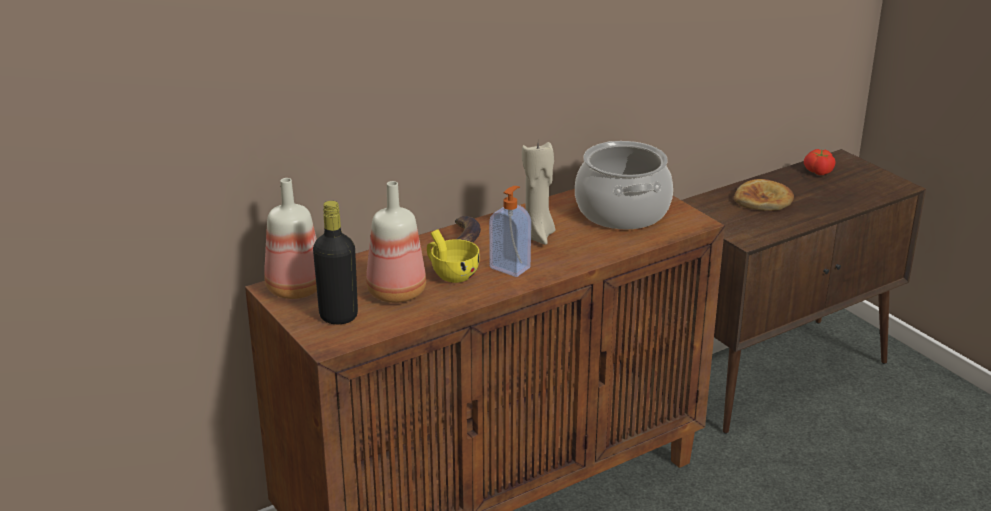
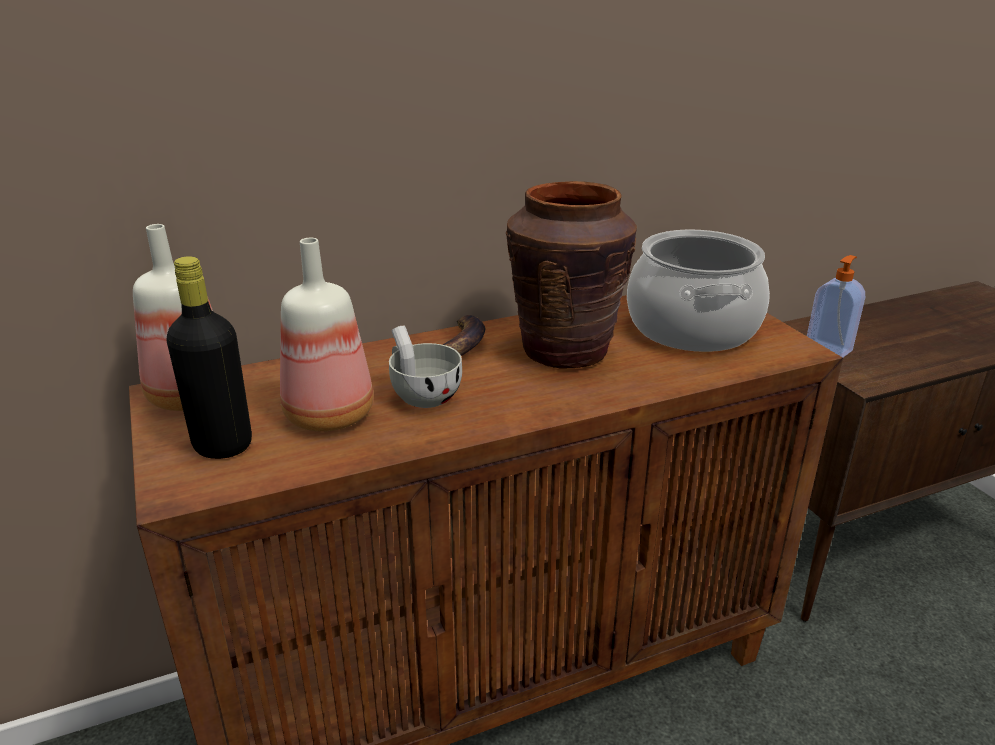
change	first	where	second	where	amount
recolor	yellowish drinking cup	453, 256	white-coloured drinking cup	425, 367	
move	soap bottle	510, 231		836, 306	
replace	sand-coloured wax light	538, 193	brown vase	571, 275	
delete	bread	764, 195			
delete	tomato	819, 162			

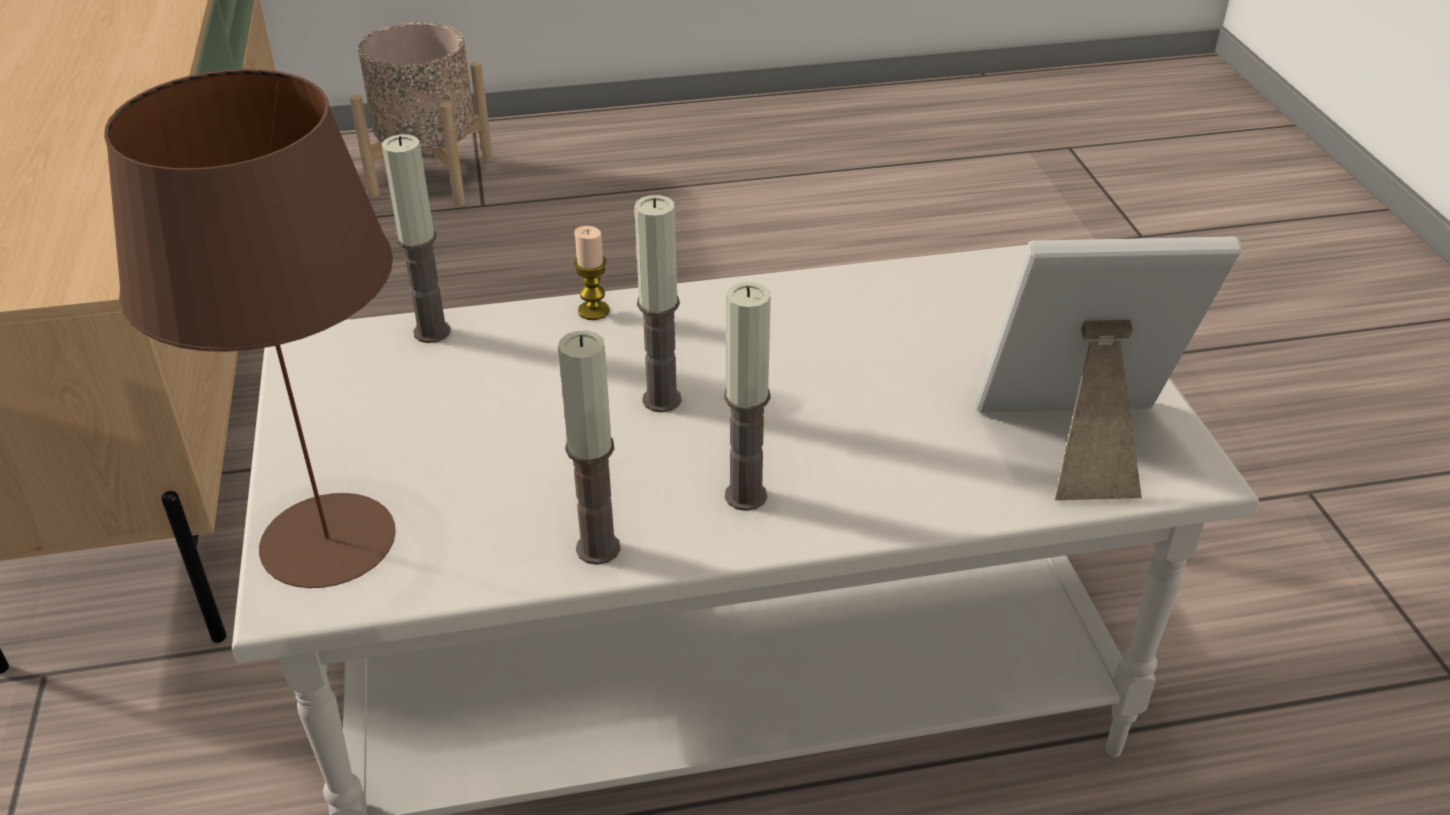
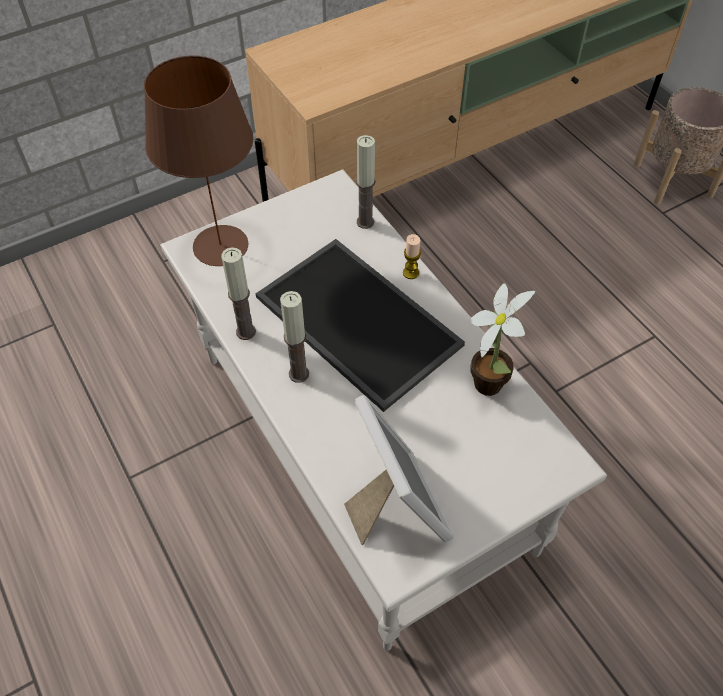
change	first	where	second	where	amount
replace	wax light	658, 304	tray	360, 325	
insert			potted plant	502, 339	

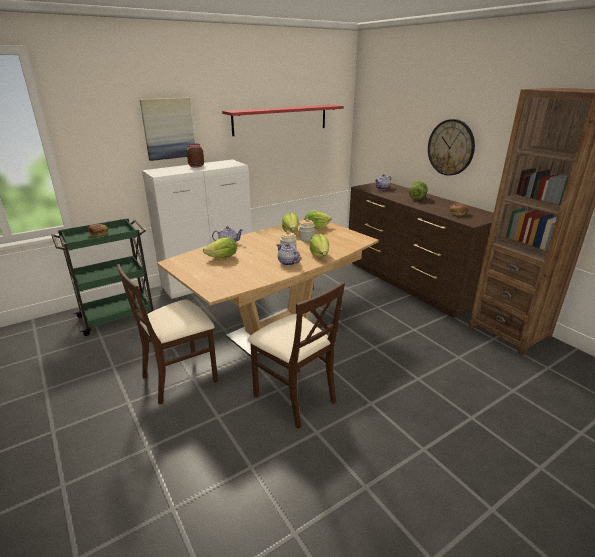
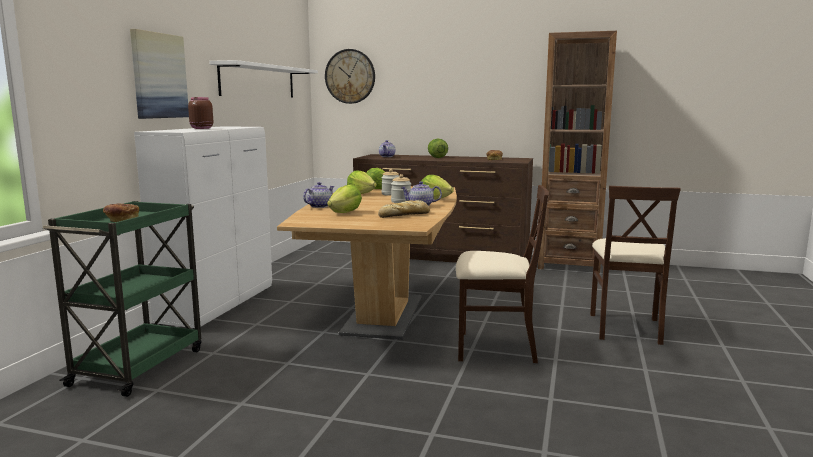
change	first	where	second	where	amount
move	sand-coloured chair	167, 334		635, 265	
recolor	reddish wall shelf	283, 120	white-coloured wall shelf	263, 79	
move	hanging clock	451, 147		350, 76	
insert			bread	404, 209	

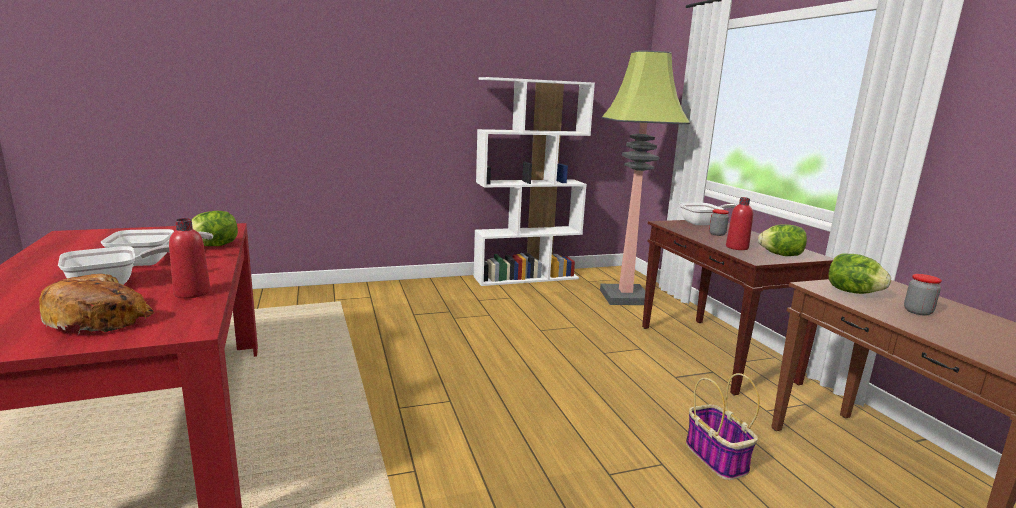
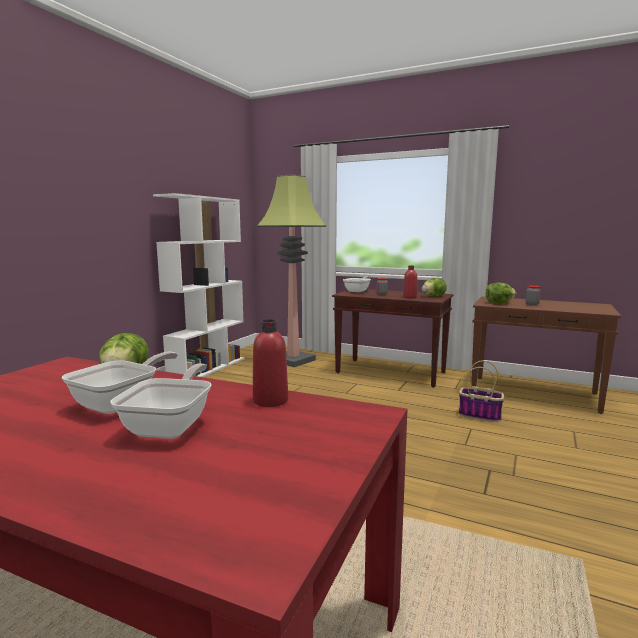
change	first	where	second	where	amount
delete	bread	96, 304			

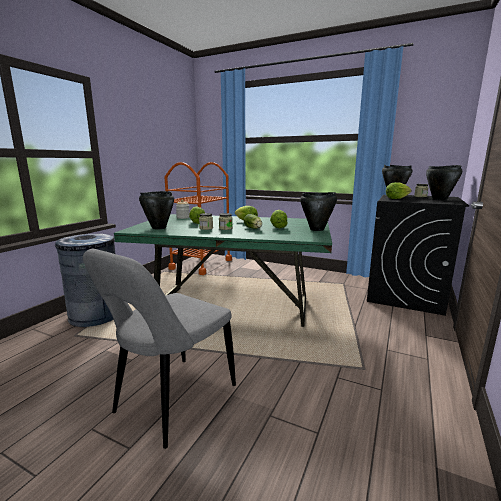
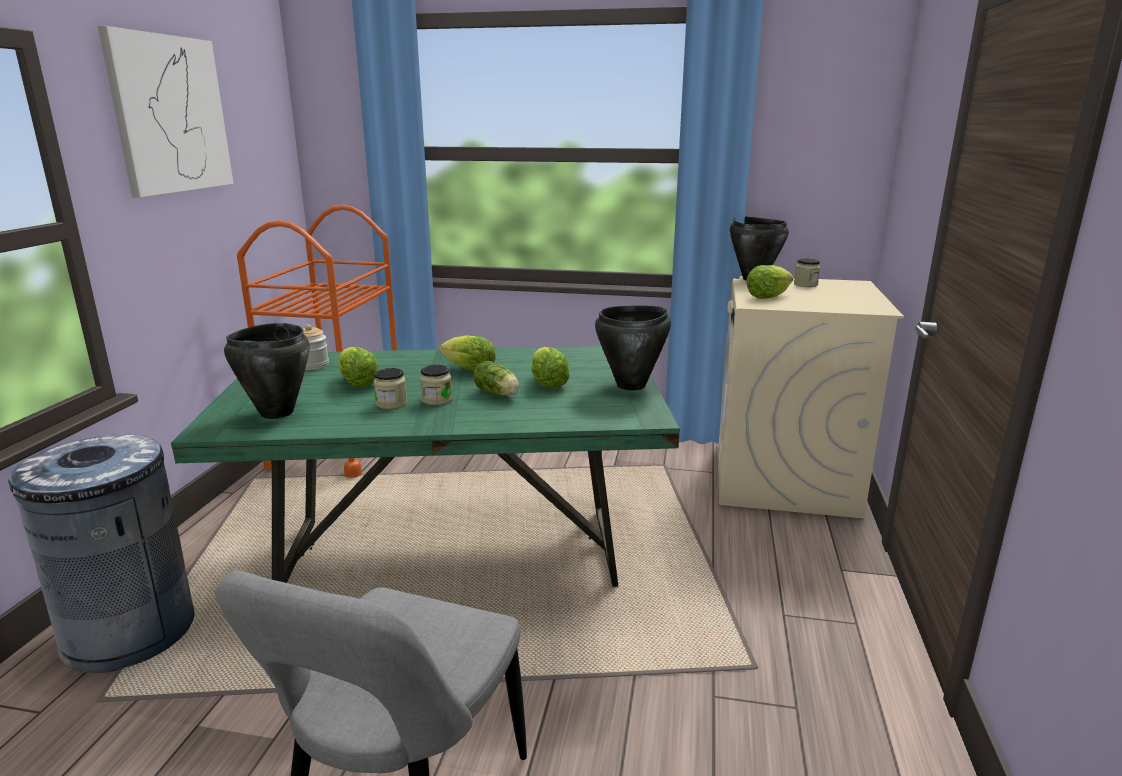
change	first	where	second	where	amount
recolor	black laundry appliance	418, 255	sand-coloured laundry appliance	811, 397	
delete	black cooking pot	444, 182			
insert			wall art	166, 112	

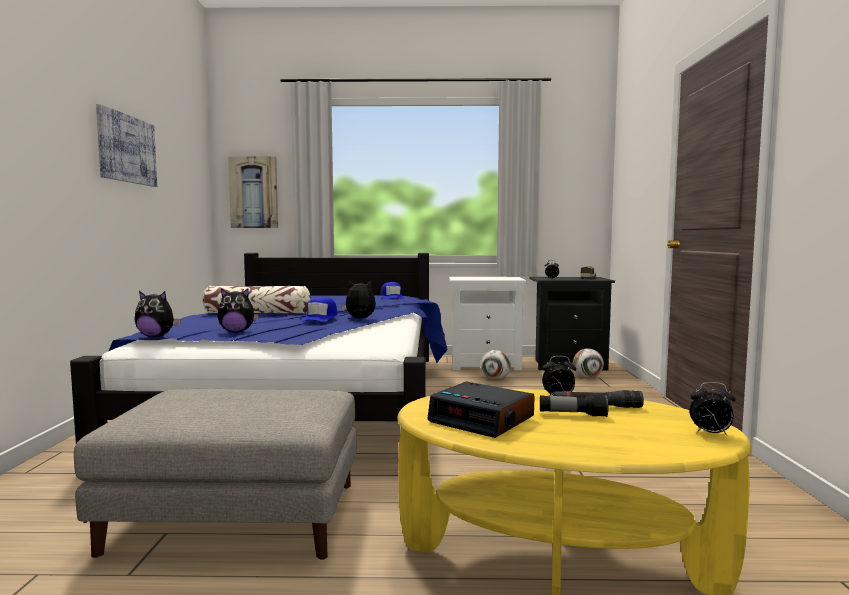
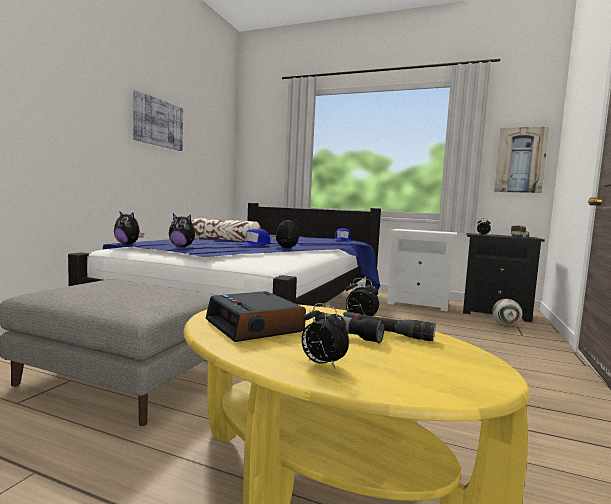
change	first	where	second	where	amount
move	wall art	253, 192		521, 160	
delete	football ball	496, 365			
move	table clock	712, 408		325, 336	

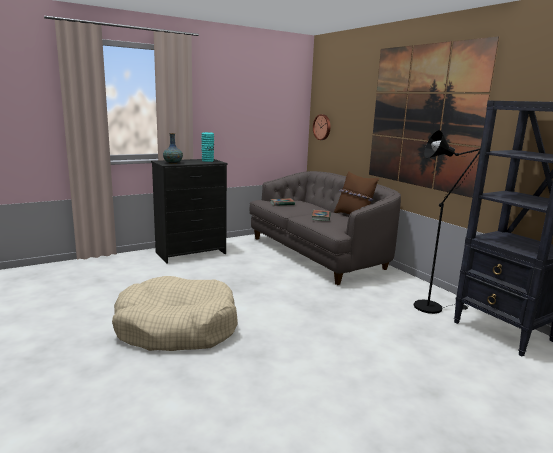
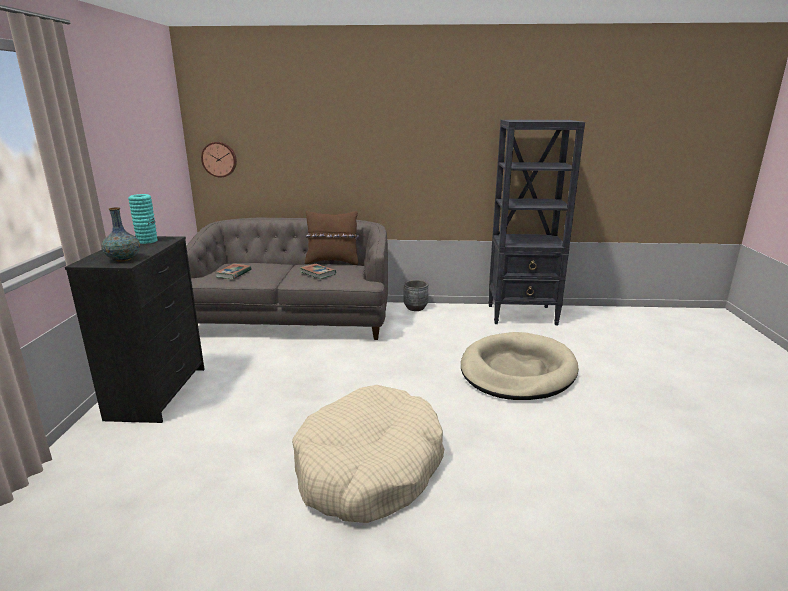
change	first	where	second	where	amount
delete	wall art	434, 117			
delete	black floor lamp	447, 222			
insert			gray flower pot	415, 295	
insert			sand-coloured pet bed	520, 366	

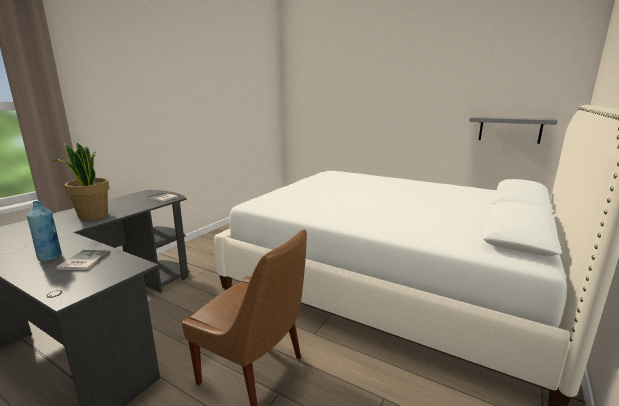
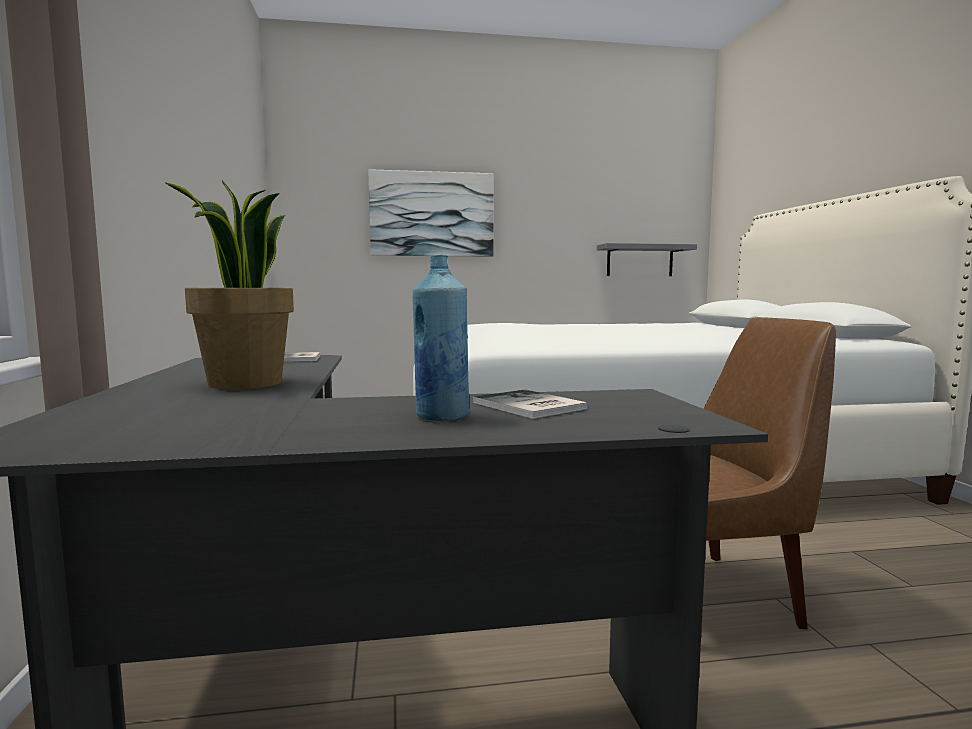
change	first	where	second	where	amount
insert			wall art	431, 213	

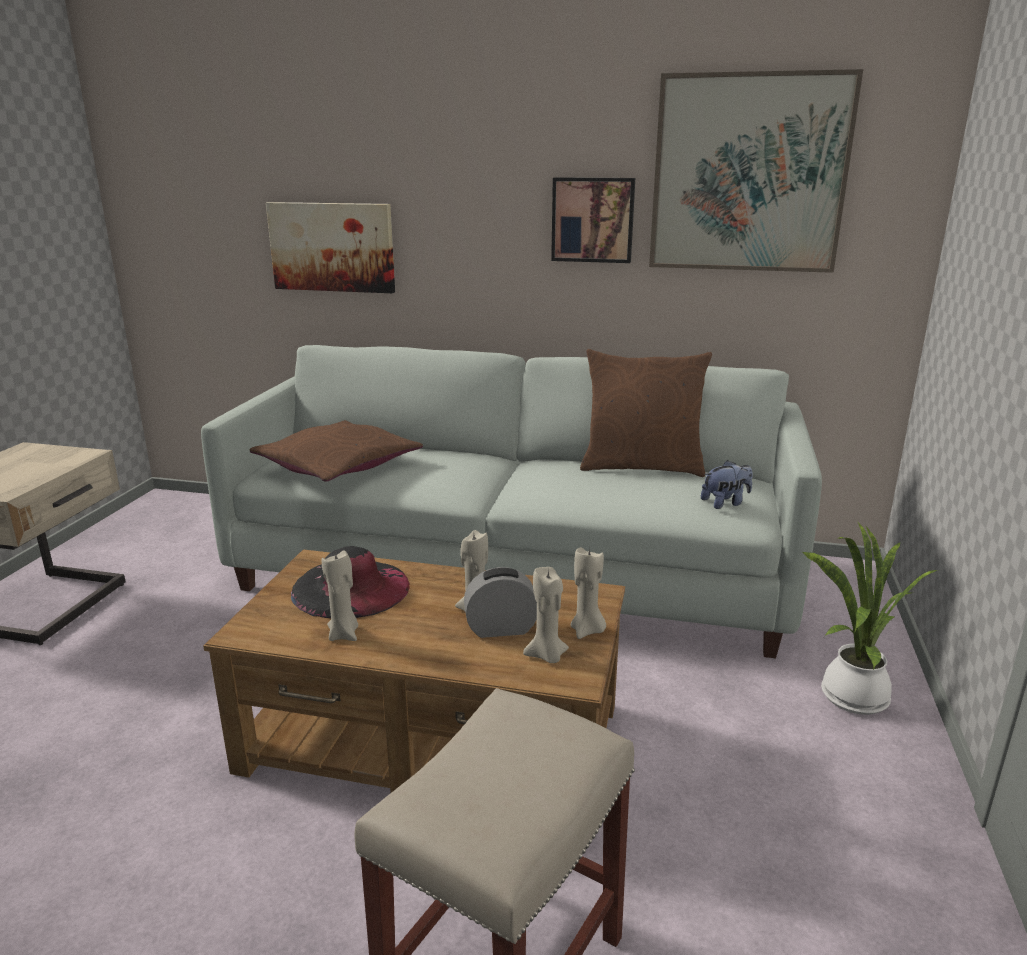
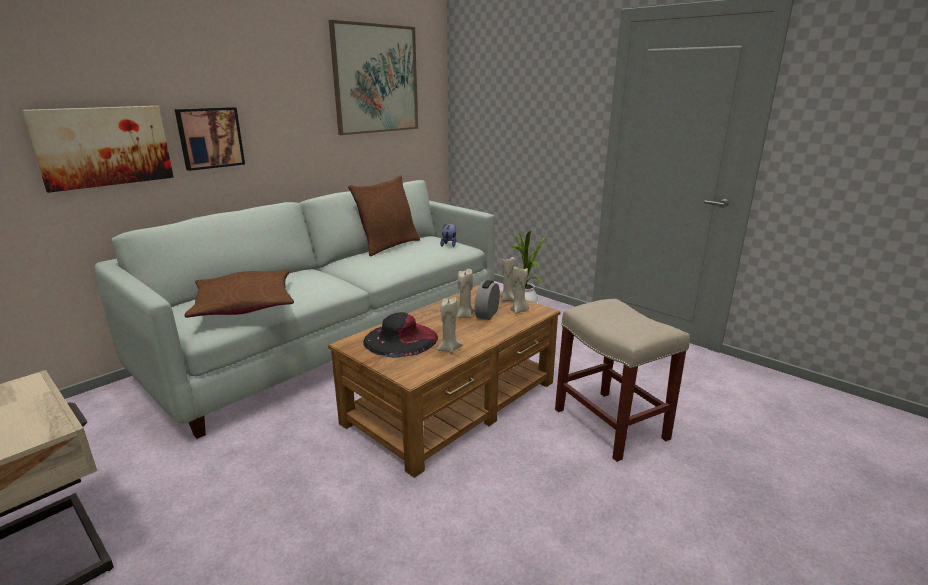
change	first	where	second	where	amount
move	wall art	593, 220		210, 139	

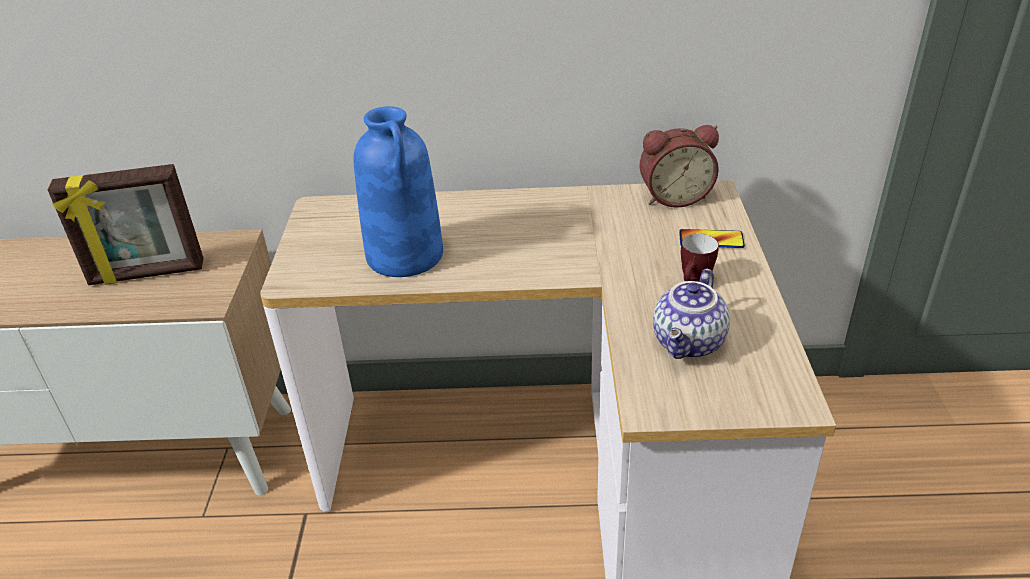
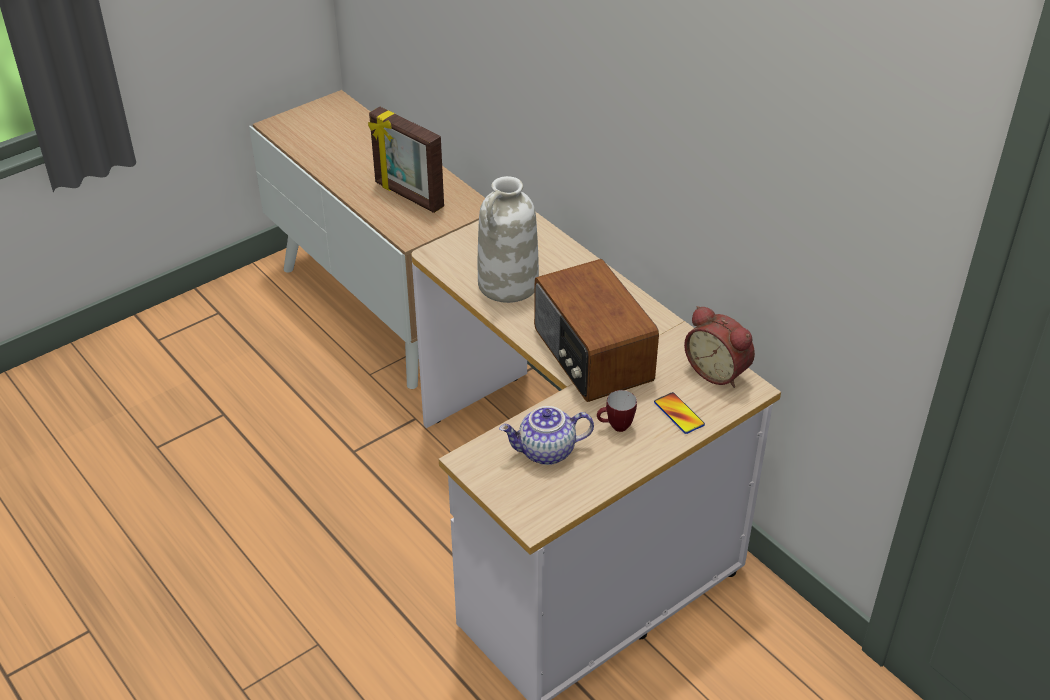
change	first	where	second	where	amount
recolor	blue-coloured vase	398, 191	white-coloured vase	508, 239	
insert			radio set	596, 330	

